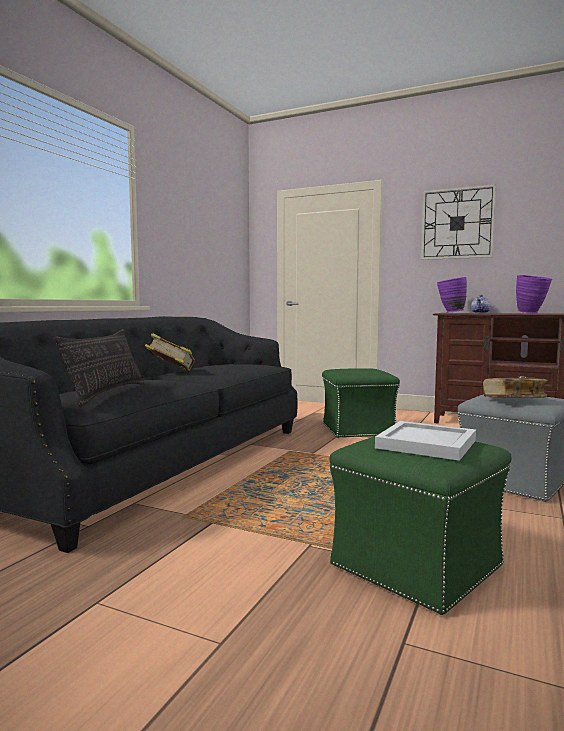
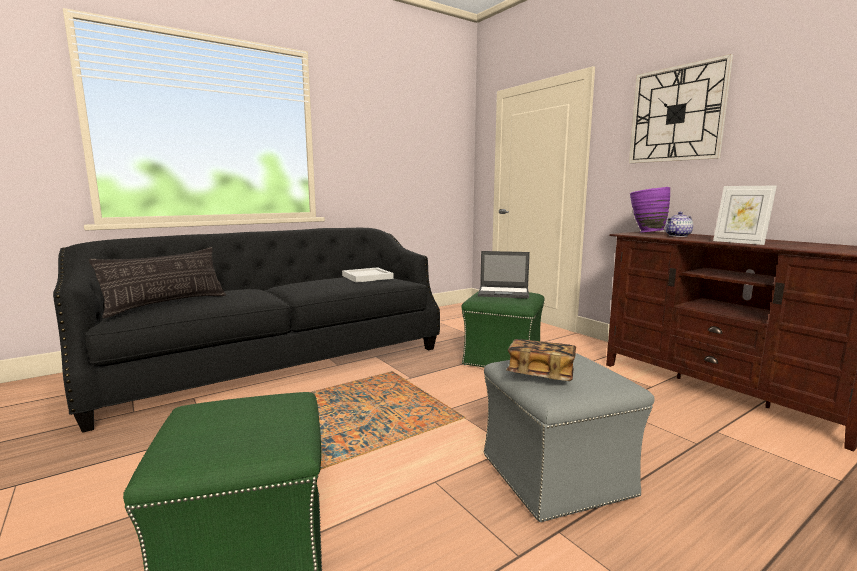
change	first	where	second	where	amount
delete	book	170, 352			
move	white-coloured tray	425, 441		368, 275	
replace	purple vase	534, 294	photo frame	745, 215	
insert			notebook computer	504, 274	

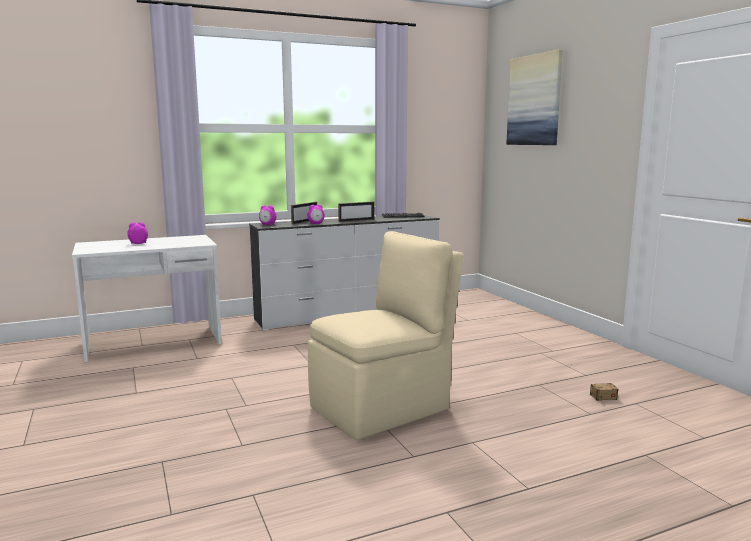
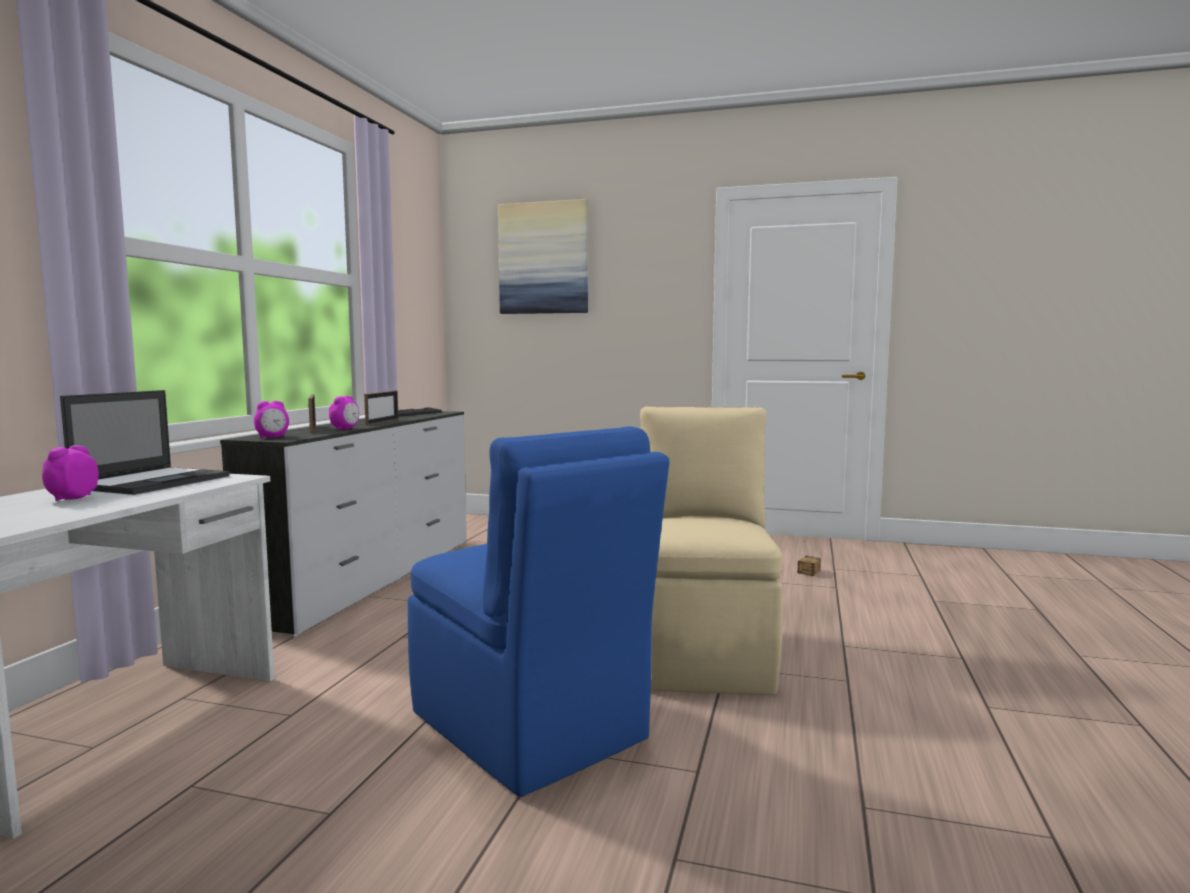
change	first	where	second	where	amount
insert			notebook computer	145, 442	
insert			blue-coloured chair	539, 611	

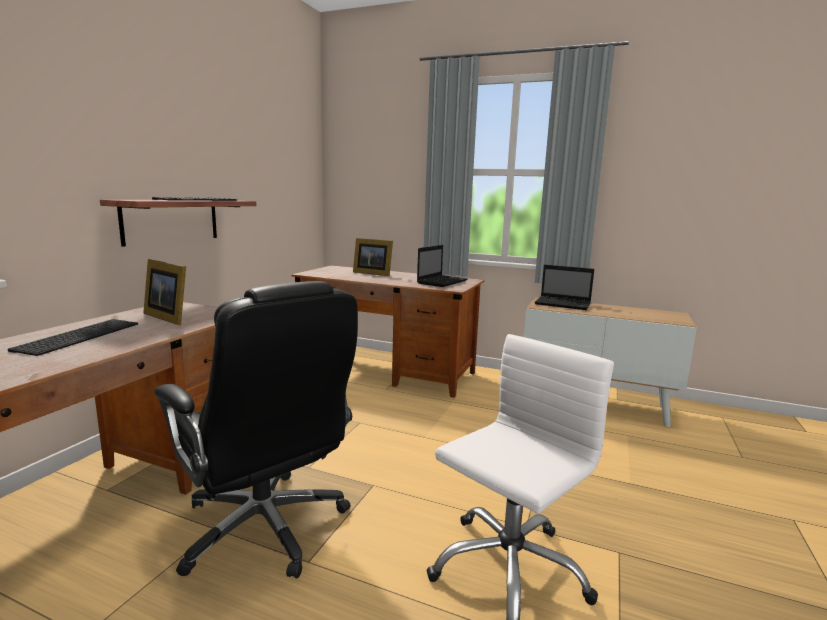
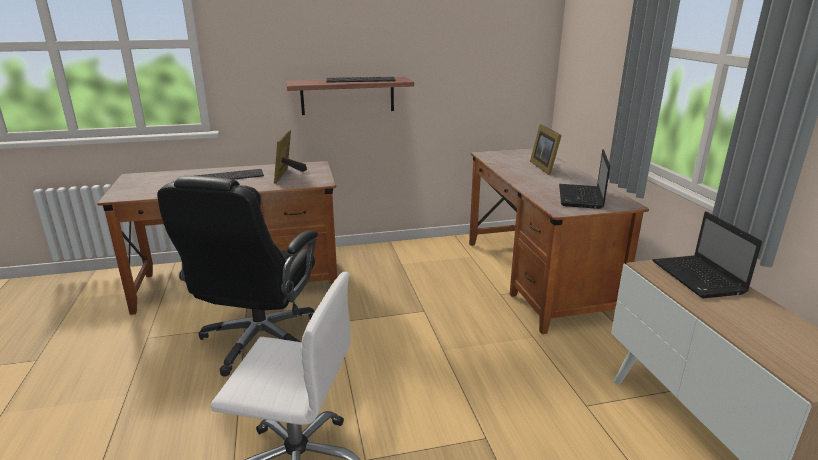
change	first	where	second	where	amount
rotate	notebook computer	442, 266		584, 179	105 degrees clockwise

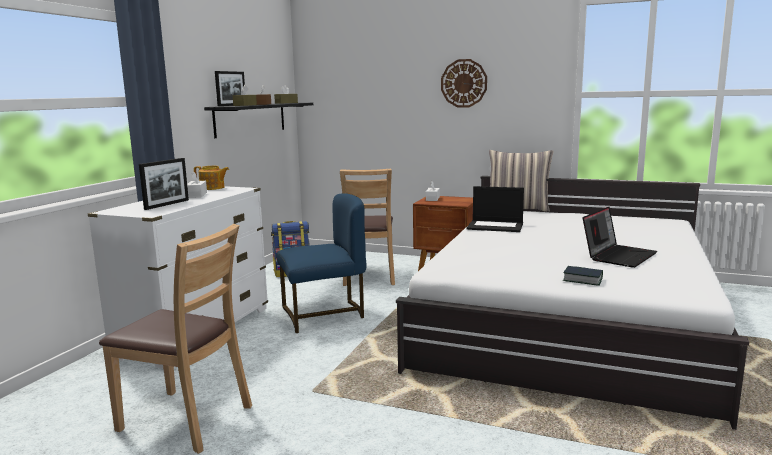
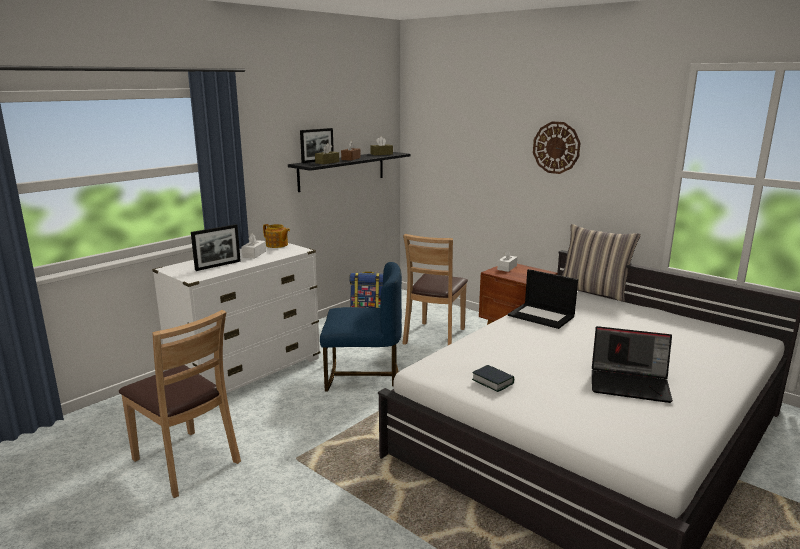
change	first	where	second	where	amount
move	book	583, 276		493, 378	
rotate	notebook computer	620, 237		632, 364	45 degrees clockwise

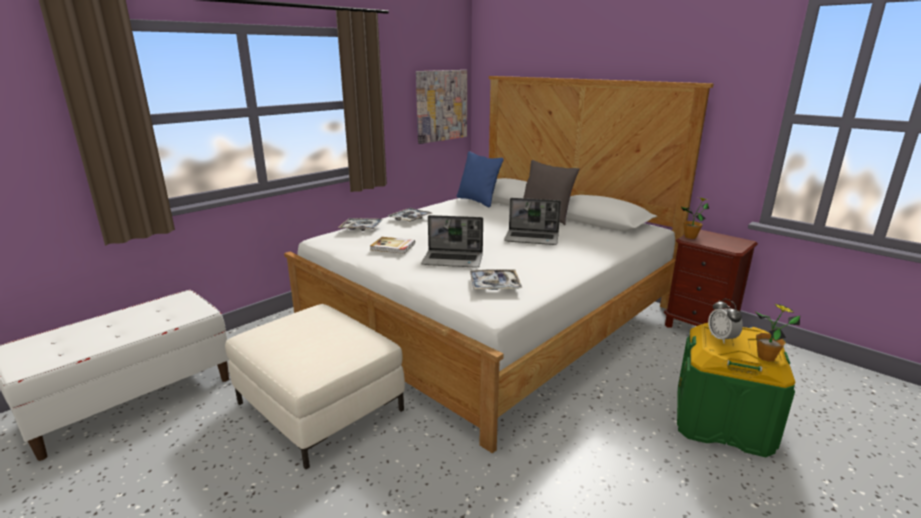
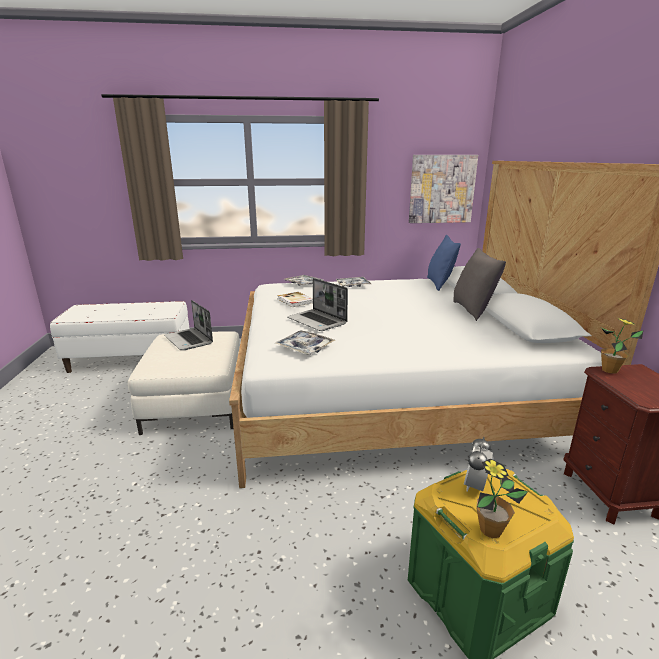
change	first	where	second	where	amount
move	notebook computer	532, 221		188, 325	

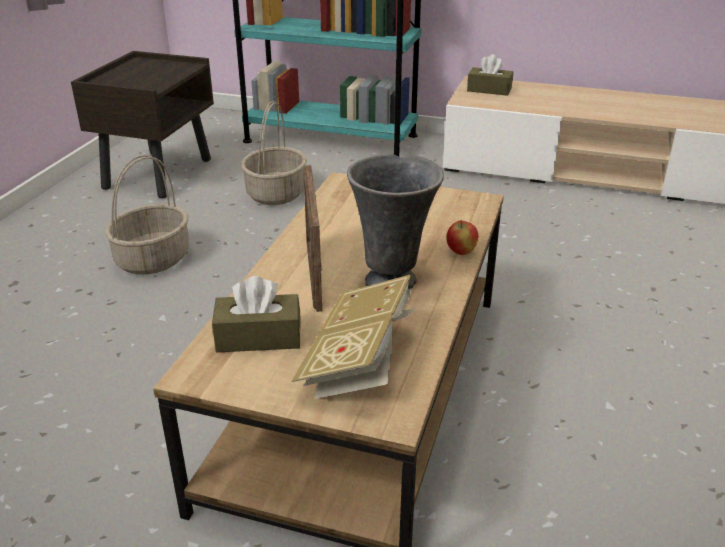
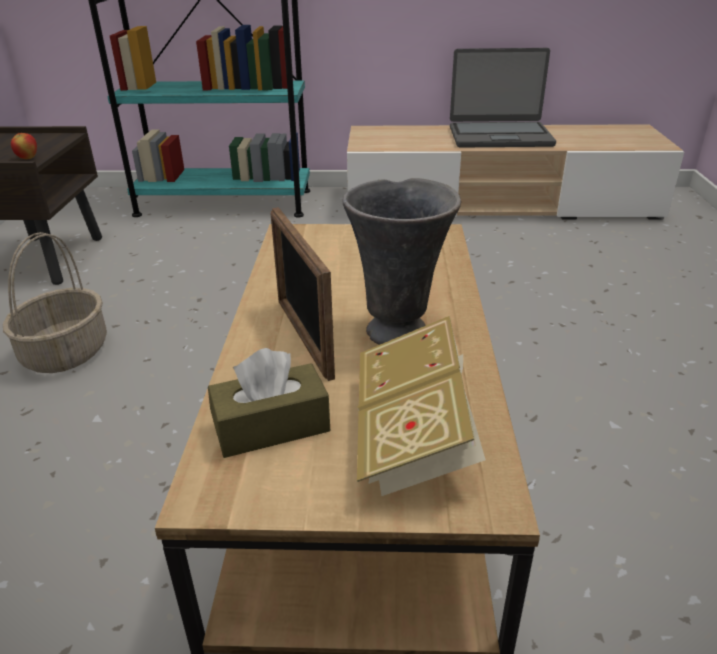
change	first	where	second	where	amount
delete	household basket	274, 153			
move	apple	462, 238		24, 144	
delete	brown box of tissues	490, 75			
insert			notebook computer	503, 97	

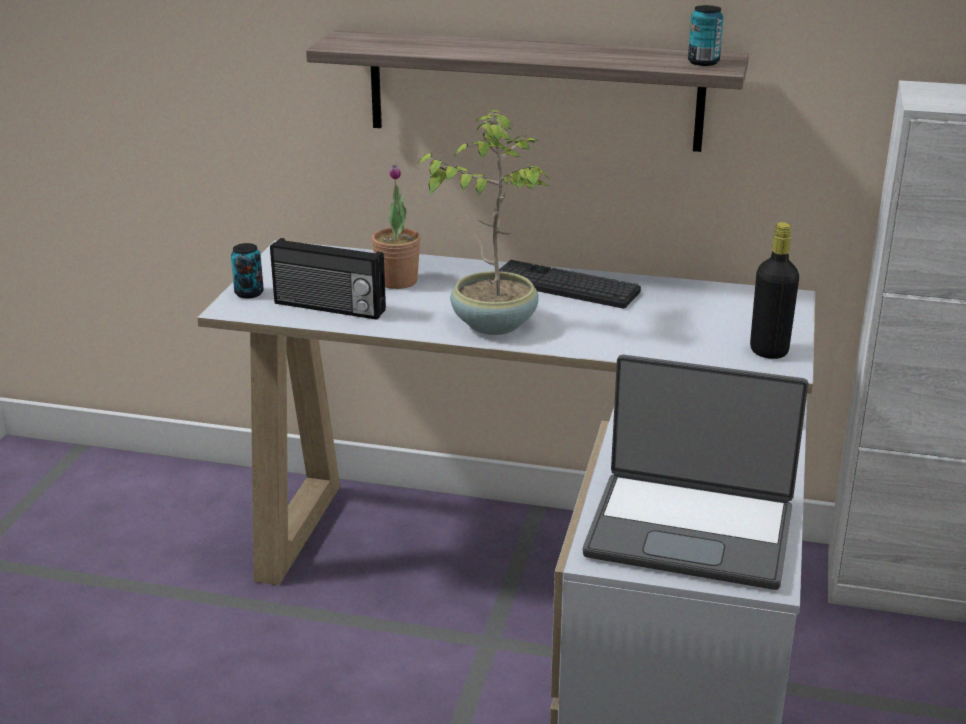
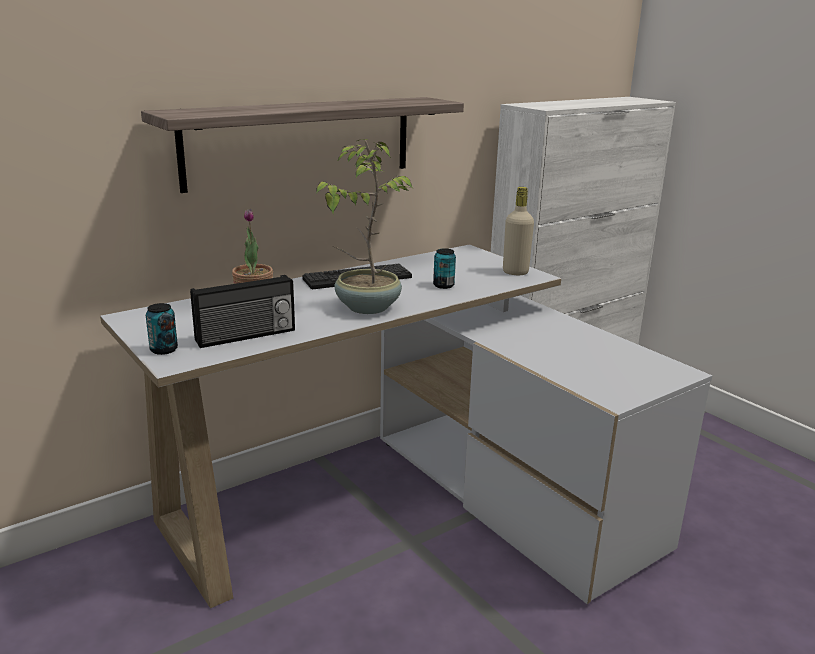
change	first	where	second	where	amount
delete	notebook computer	695, 472			
move	sealed can	706, 35		444, 268	
recolor	black beverage bottle	774, 290	sand-coloured beverage bottle	518, 231	

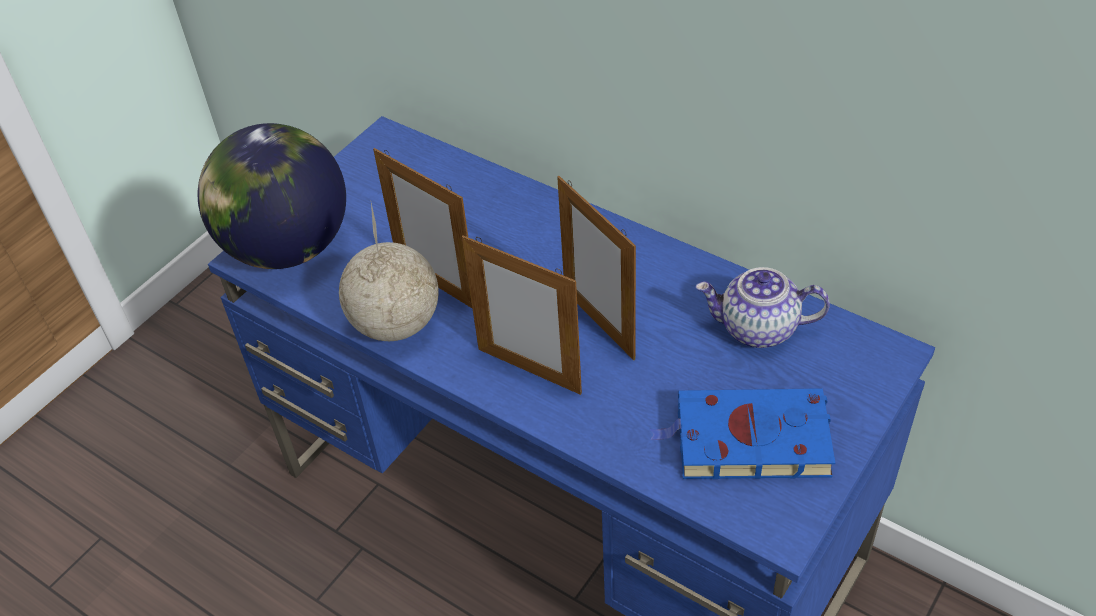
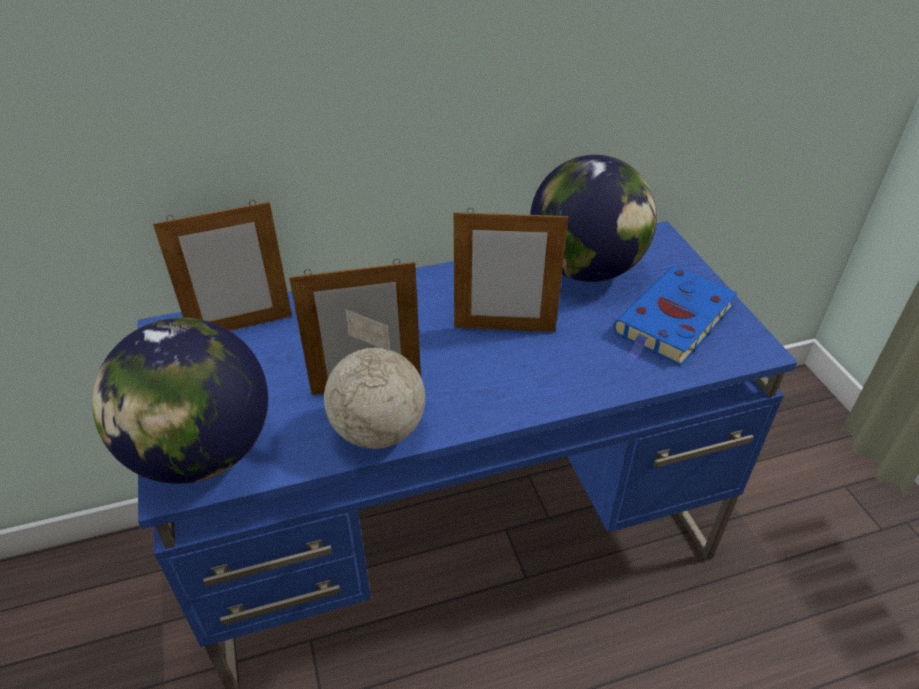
change	first	where	second	where	amount
move	photo frame	522, 315		222, 265	
replace	teapot	763, 307	world globe	593, 218	

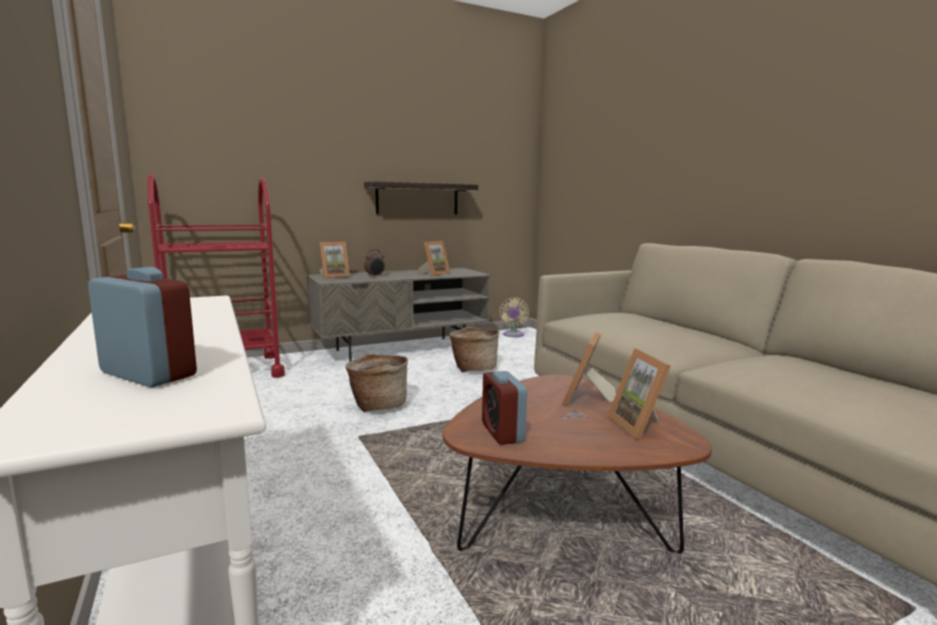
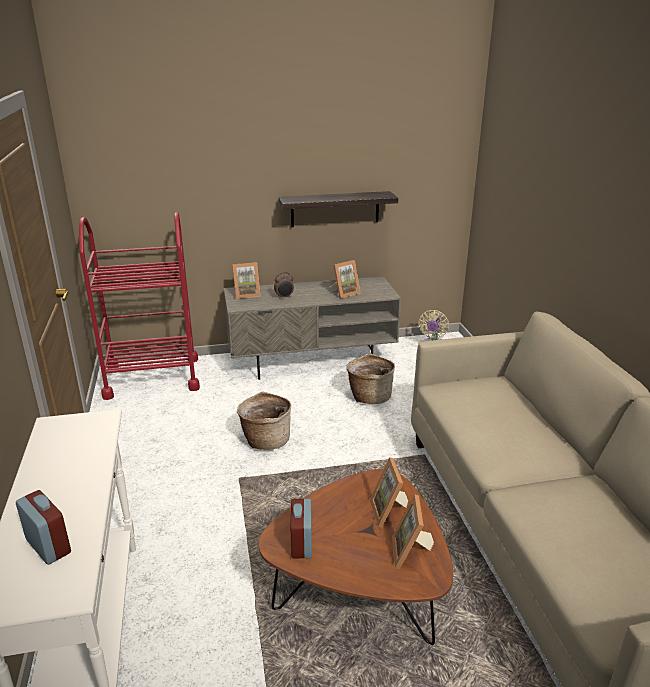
change	first	where	second	where	amount
rotate	photo frame	589, 369		389, 492	45 degrees counterclockwise

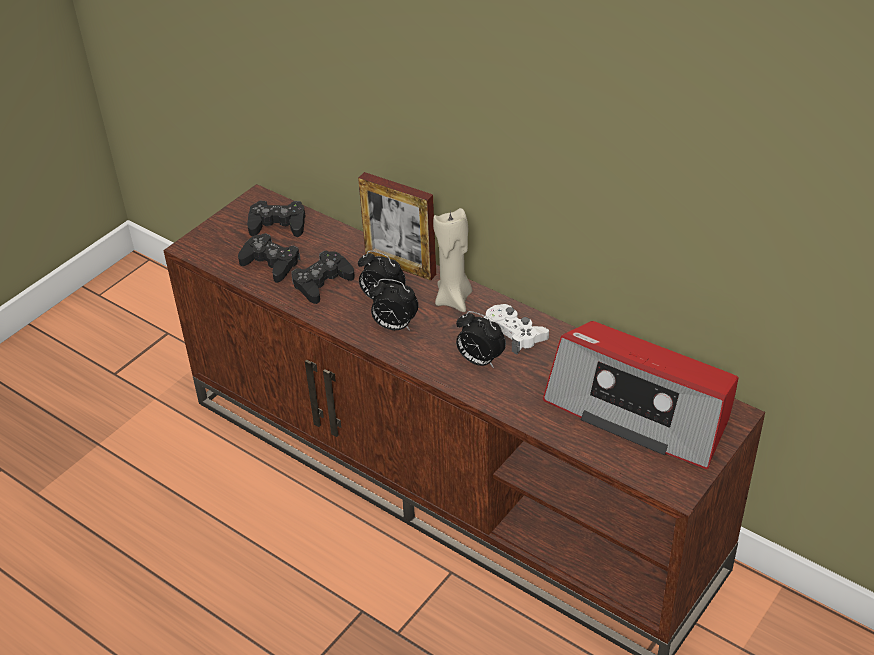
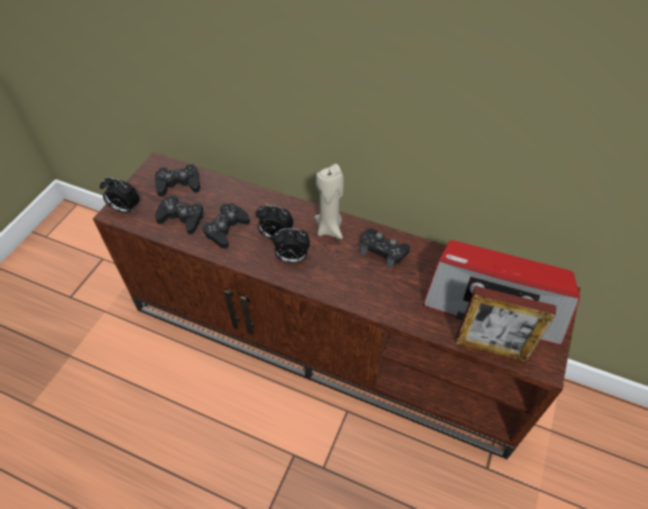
change	first	where	second	where	amount
move	photo frame	397, 226		505, 324	
move	table clock	481, 339		120, 195	
recolor	white-coloured gamepad	516, 329	black gamepad	385, 248	

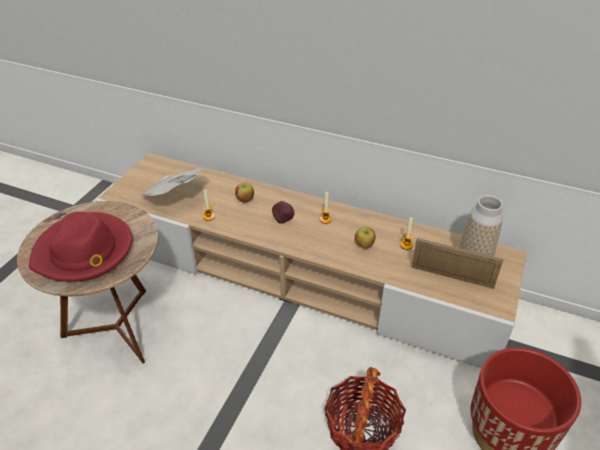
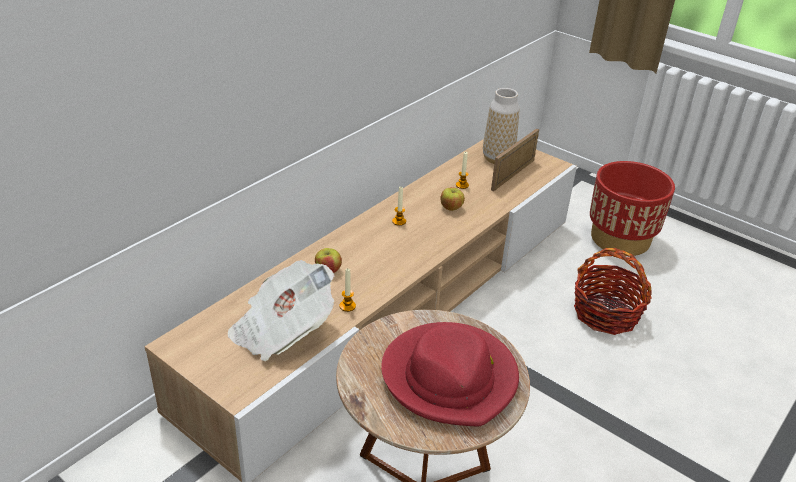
change	first	where	second	where	amount
delete	apple	283, 212			

